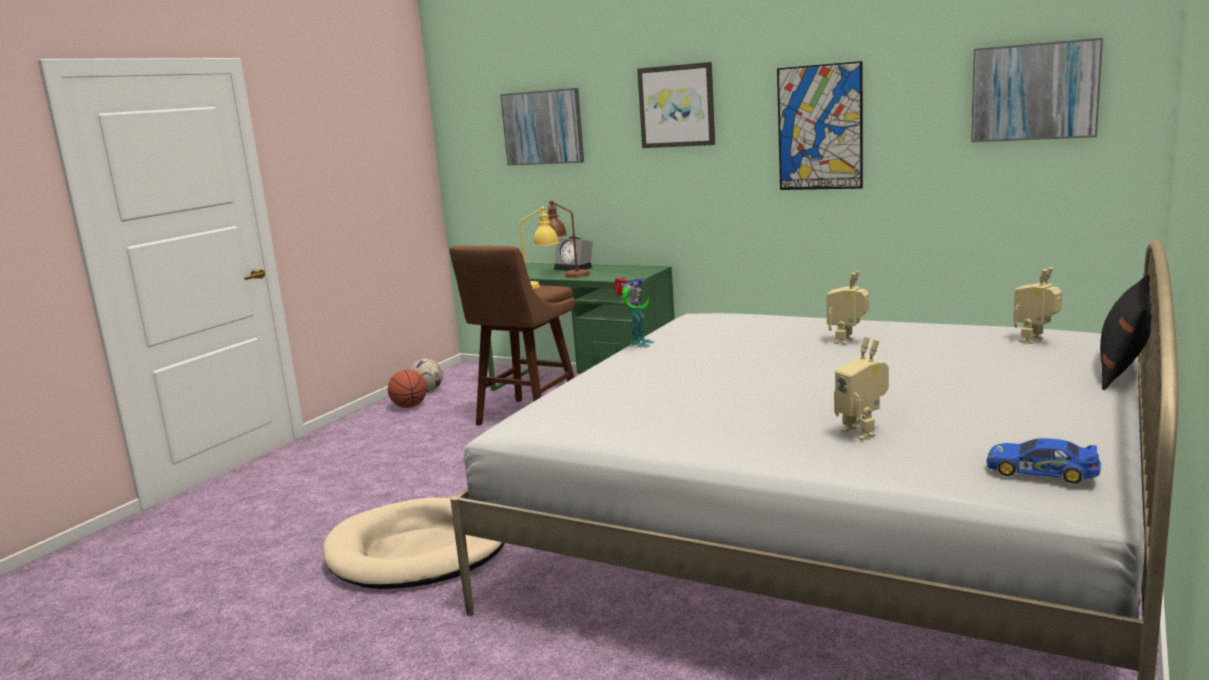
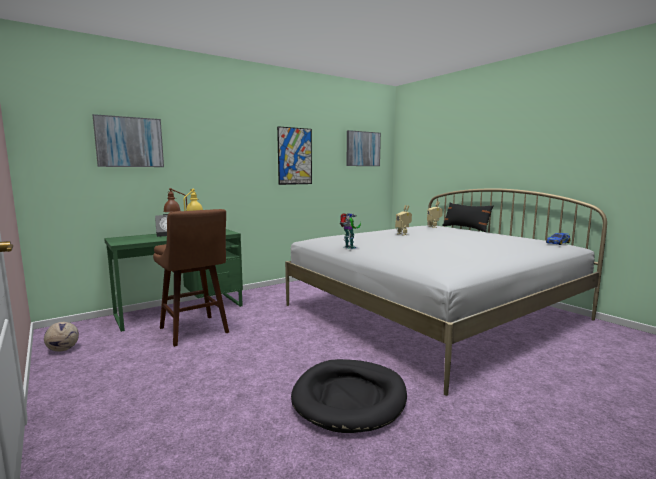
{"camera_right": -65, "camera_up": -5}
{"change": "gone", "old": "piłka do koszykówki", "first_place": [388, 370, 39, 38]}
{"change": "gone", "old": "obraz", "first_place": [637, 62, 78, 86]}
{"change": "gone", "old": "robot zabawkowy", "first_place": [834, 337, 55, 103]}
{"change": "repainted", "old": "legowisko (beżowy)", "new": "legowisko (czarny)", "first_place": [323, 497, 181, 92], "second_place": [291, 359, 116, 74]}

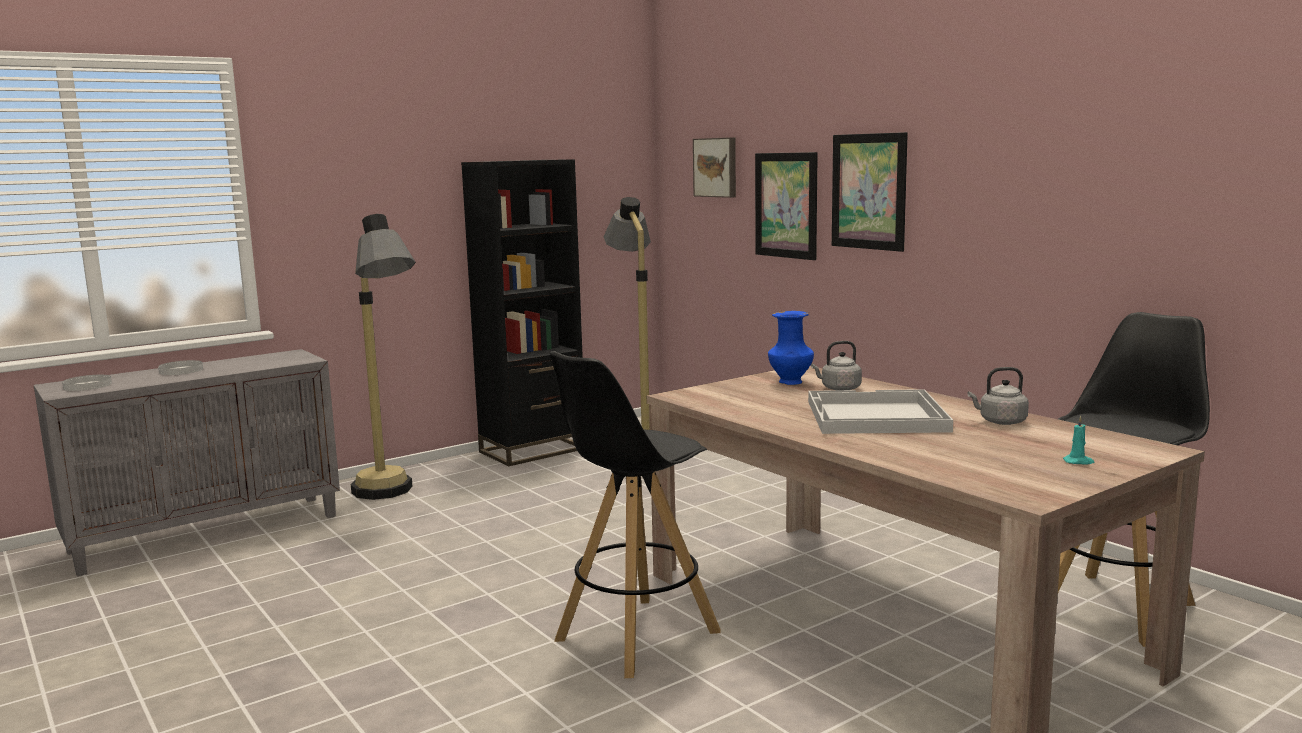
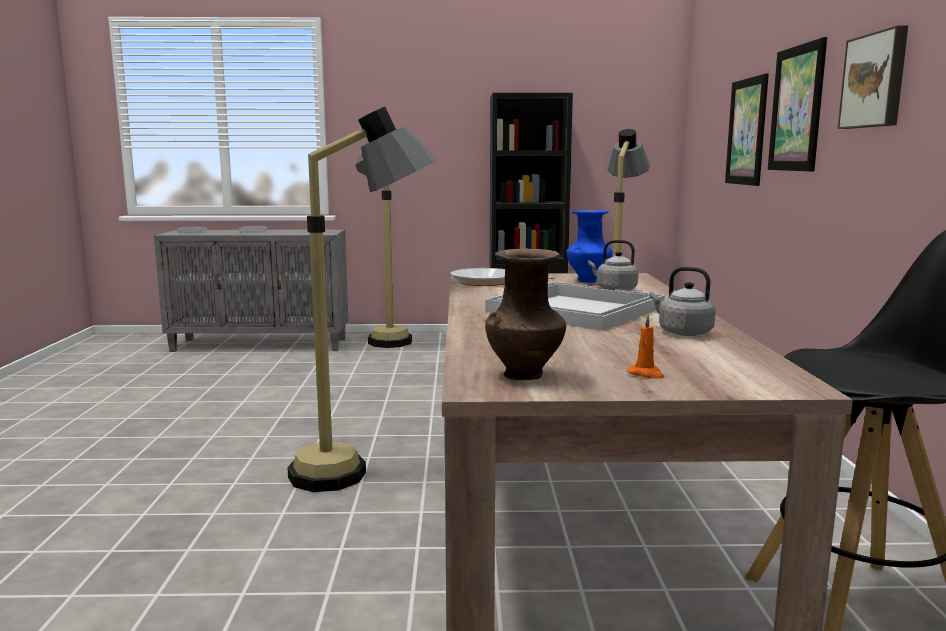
{"camera_right": 35, "camera_up": 0}
{"change": "new", "new": "patelnia", "second_place": [450, 268, 105, 18]}
{"change": "new", "new": "wazon (brązowy)", "second_place": [485, 248, 81, 132]}
{"change": "shifted", "old": "obraz", "first_place": [693, 137, 43, 61], "second_place": [838, 25, 70, 104]}
{"change": "swapped", "old": "stołek (czarny)", "new": "lampa stojąca", "first_place": [550, 351, 171, 327], "second_place": [287, 107, 150, 385]}
{"change": "repainted", "old": "świeca (turkusowy)", "new": "świeca (pomarańczowy)", "first_place": [1063, 416, 31, 49], "second_place": [627, 315, 37, 63]}

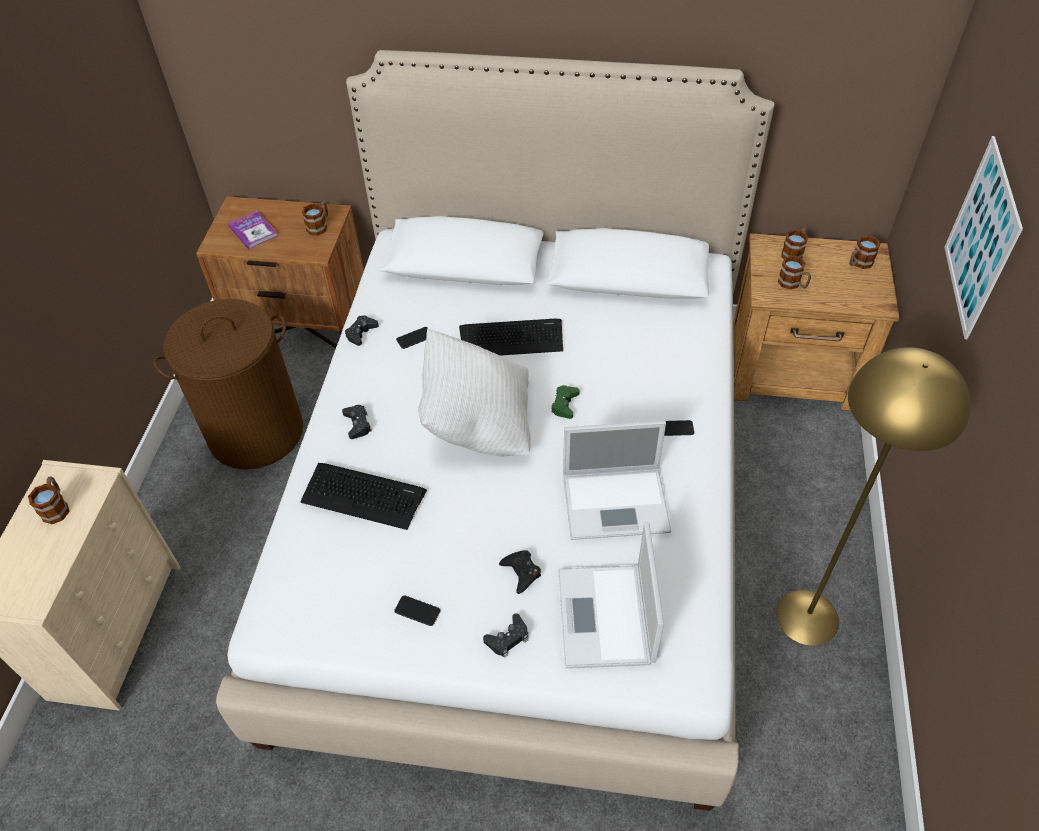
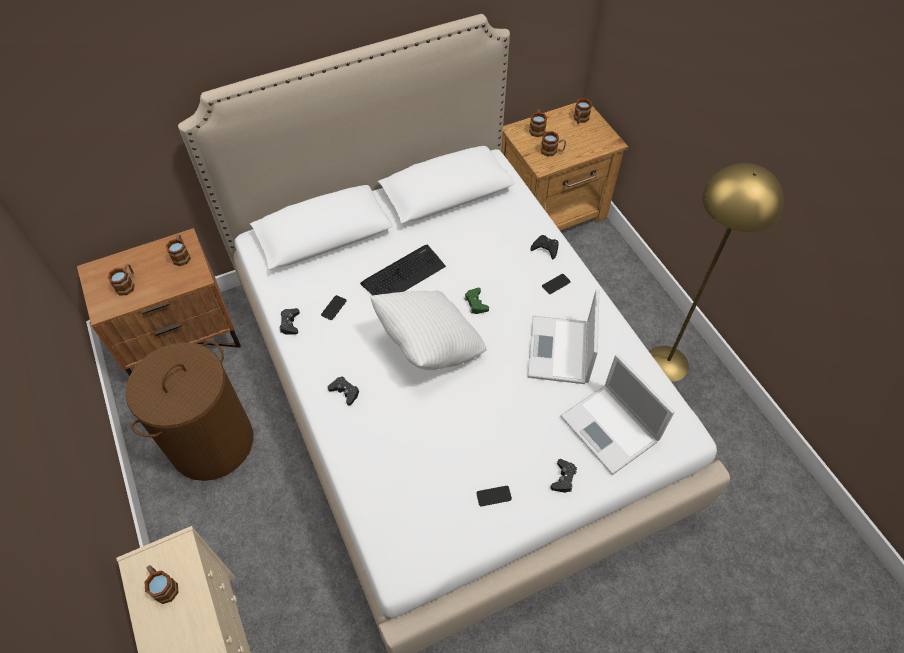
{"camera_right": -35, "camera_up": 5}
{"change": "gone", "old": "klawiatura", "first_place": [300, 463, 127, 67]}
{"change": "gone", "old": "obraz", "first_place": [944, 136, 79, 203]}
{"change": "shifted", "old": "pad do gier (czarny)", "first_place": [499, 550, 42, 44], "second_place": [530, 235, 29, 24]}
{"change": "swapped", "old": "książka", "new": "kubek", "first_place": [228, 211, 49, 39], "second_place": [107, 264, 28, 31]}
{"change": "rotated", "old": "laptop", "first_place": [563, 420, 108, 120], "second_place": [528, 289, 71, 95], "degrees": 135}

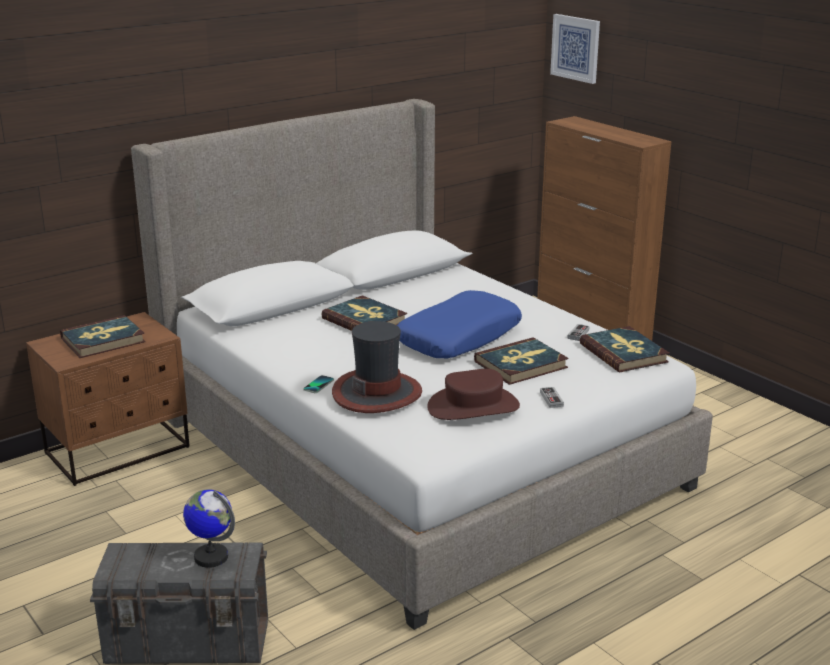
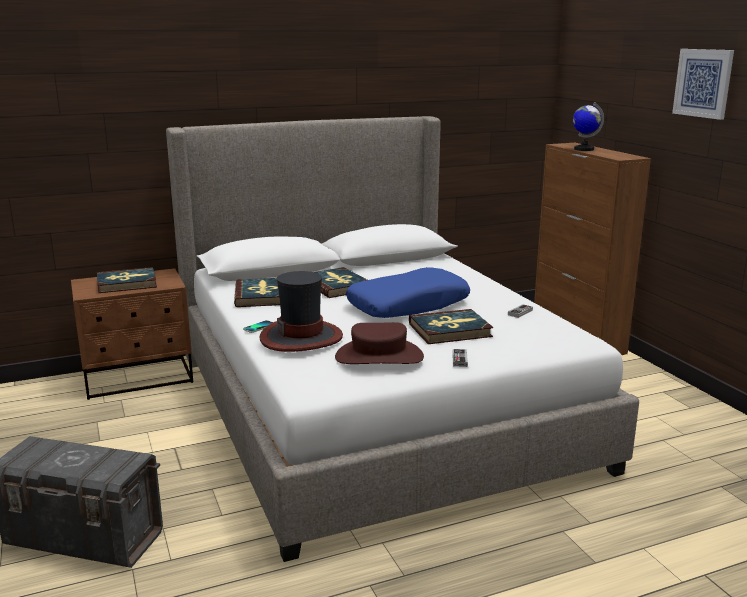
{"camera_right": 15, "camera_up": -5}
{"change": "shifted", "old": "globus", "first_place": [183, 489, 52, 79], "second_place": [573, 102, 31, 49]}
{"change": "shifted", "old": "obraz", "first_place": [550, 14, 50, 70], "second_place": [672, 49, 62, 71]}
{"change": "shifted", "old": "książka", "first_place": [580, 326, 90, 46], "second_place": [234, 278, 46, 29]}

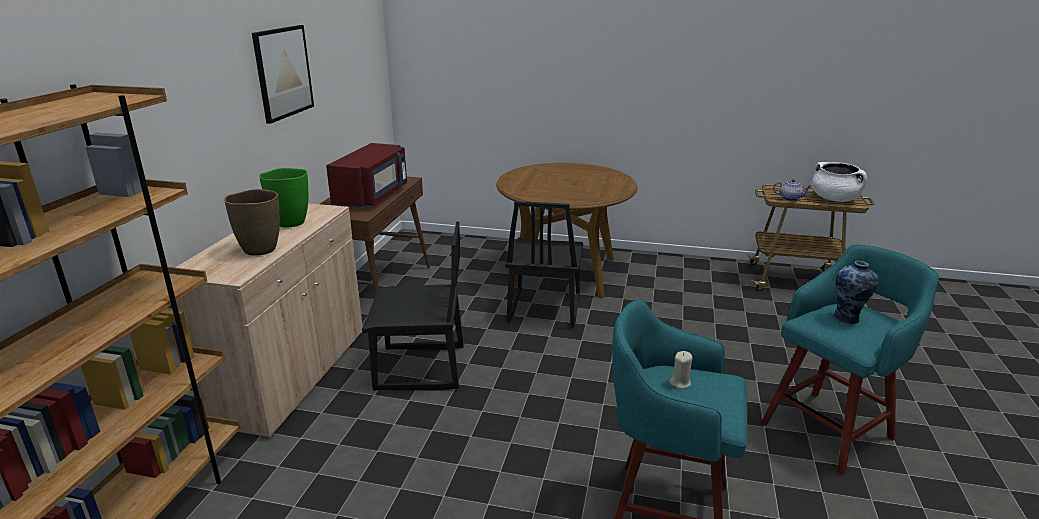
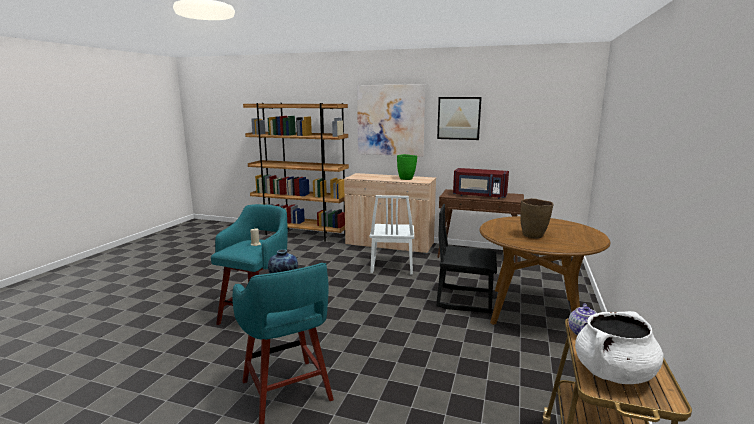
{"camera_right": 95, "camera_up": -10}
{"change": "new", "new": "obraz", "second_place": [357, 84, 68, 73]}
{"change": "shifted", "old": "wazon (brązowy)", "first_place": [224, 189, 56, 67], "second_place": [520, 198, 33, 40]}
{"change": "repainted", "old": "krzesło (czarny)", "new": "krzesło (biały)", "first_place": [362, 221, 102, 170], "second_place": [370, 195, 44, 80]}

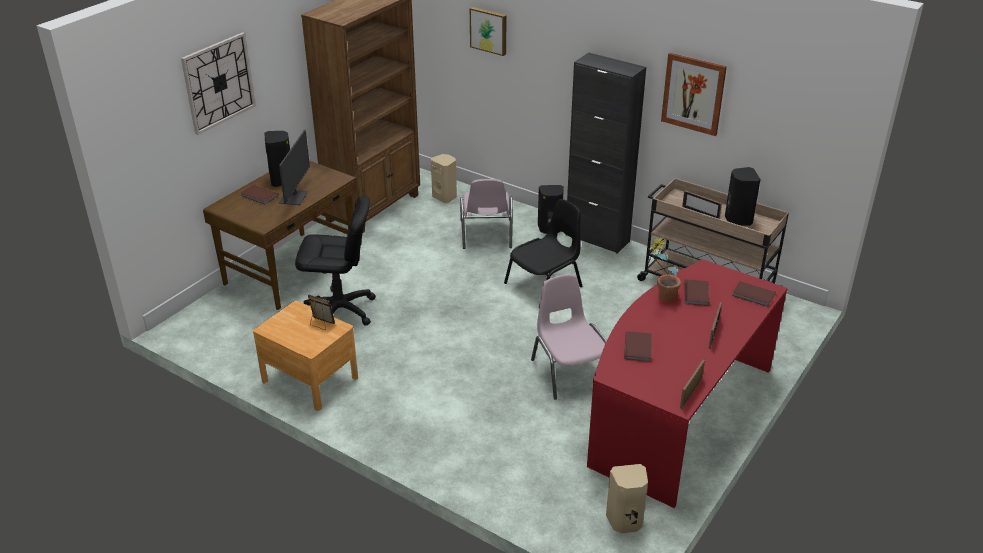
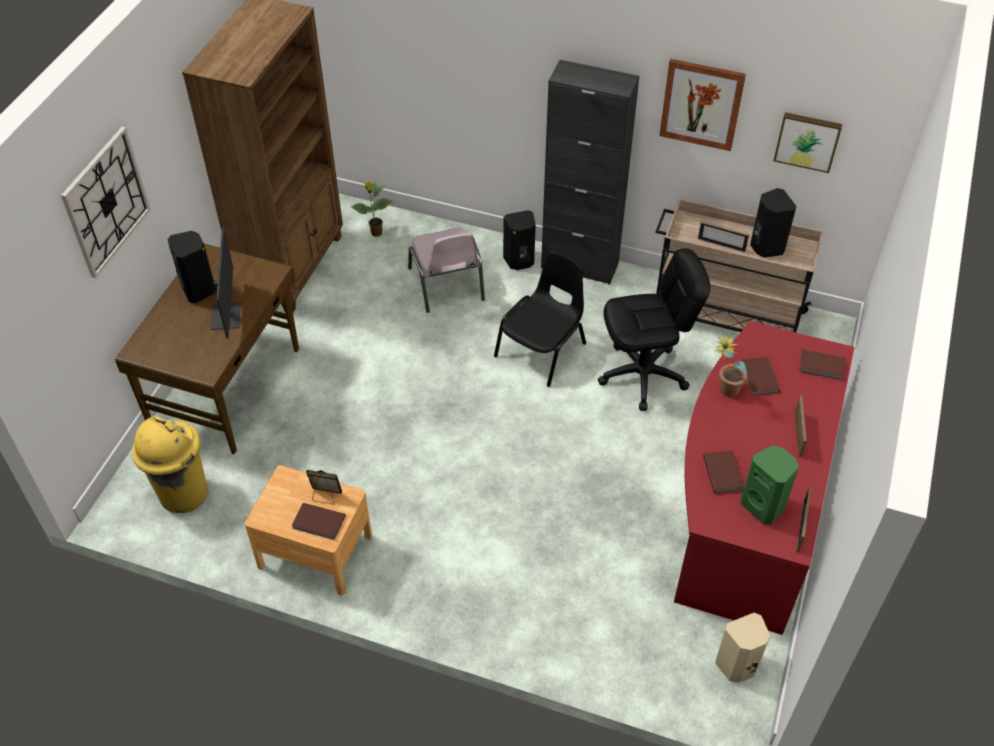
{"camera_right": -15, "camera_up": 15}
{"change": "gone", "old": "krzesło (różowy)", "first_place": [531, 274, 76, 126]}
{"change": "new", "new": "kosz na śmieci (żółty)", "second_place": [132, 416, 76, 97]}
{"change": "new", "new": "głośnik (zielony)", "second_place": [741, 445, 58, 80]}
{"change": "shifted", "old": "książka (brązowy)", "first_place": [241, 185, 38, 20], "second_place": [292, 503, 53, 37]}
{"change": "shifted", "old": "krzesło biurowe (czarny)", "first_place": [295, 196, 81, 130], "second_place": [598, 248, 112, 163]}
{"change": "shifted", "old": "obraz", "first_place": [470, 7, 37, 49], "second_place": [774, 112, 69, 61]}
{"change": "swapped", "old": "głośnik (beżowy)", "new": "roślina doniczkowa", "first_place": [431, 154, 26, 49], "second_place": [351, 182, 42, 55]}

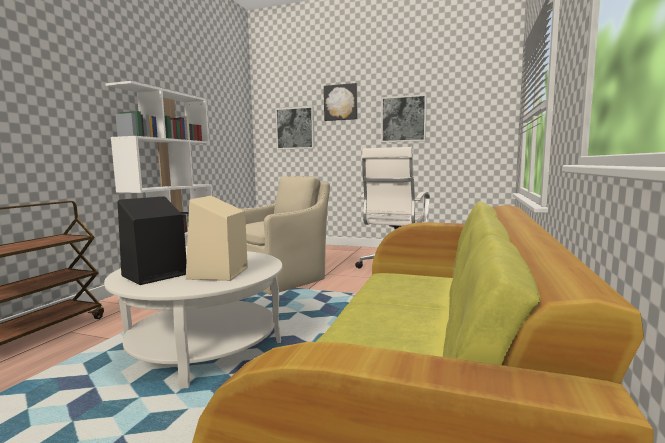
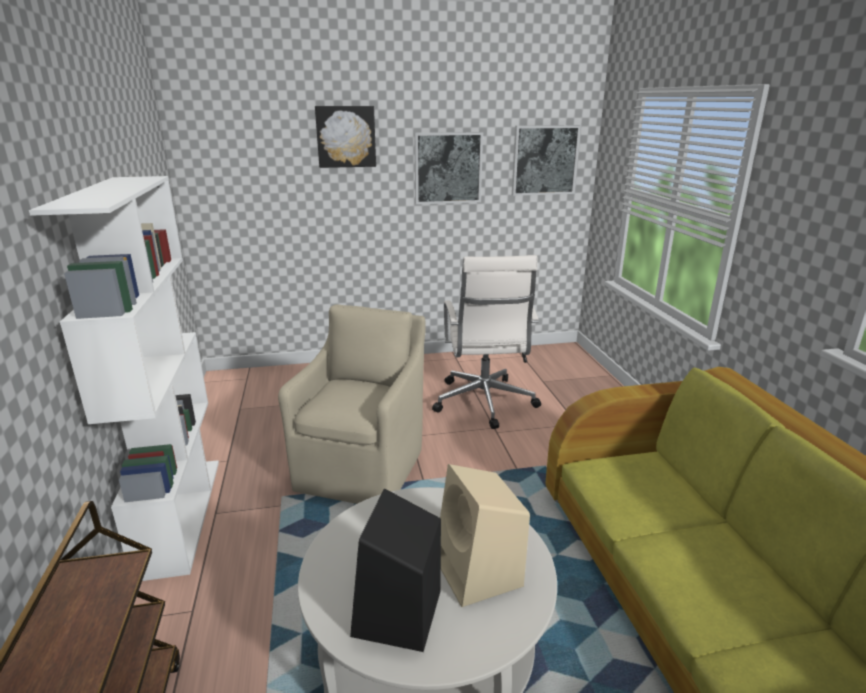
{"camera_right": -30, "camera_up": 15}
{"change": "shifted", "old": "obraz", "first_place": [275, 106, 40, 44], "second_place": [512, 125, 69, 71]}

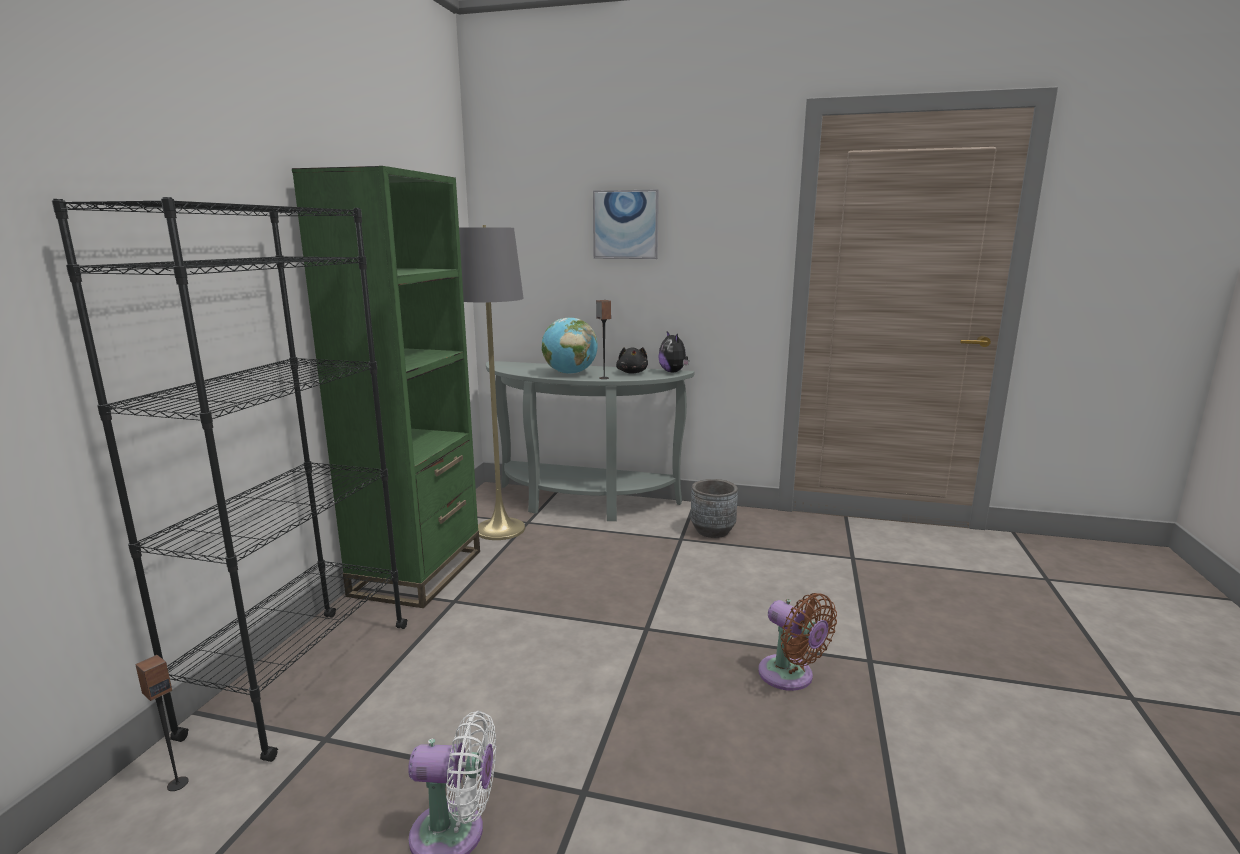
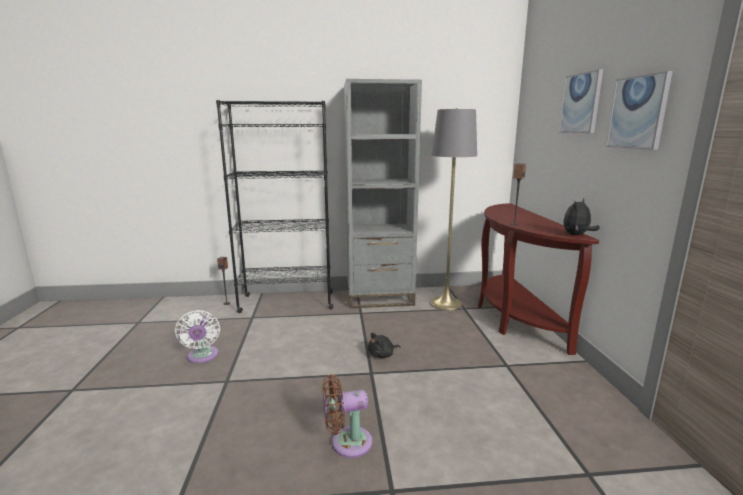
{"camera_right": 70, "camera_up": 0}
{"change": "gone", "old": "globus", "first_place": [542, 318, 56, 56]}
{"change": "gone", "old": "donica (szary)", "first_place": [691, 479, 47, 59]}
{"change": "new", "new": "obraz", "second_place": [606, 71, 67, 79]}
{"change": "shifted", "old": "pluszak (czarny)", "first_place": [616, 347, 32, 27], "second_place": [368, 332, 32, 26]}
{"change": "repainted", "old": "regał (zielony)", "new": "regał (szary)", "first_place": [292, 166, 188, 442], "second_place": [344, 79, 78, 229]}
{"change": "repainted", "old": "stolik konsolowy (szary)", "new": "stolik konsolowy (brązowy)", "first_place": [486, 361, 209, 160], "second_place": [478, 203, 121, 152]}
{"change": "rotated", "old": "wentylator (brązowy)", "first_place": [758, 593, 79, 98], "second_place": [323, 375, 49, 83], "degrees": 45}

